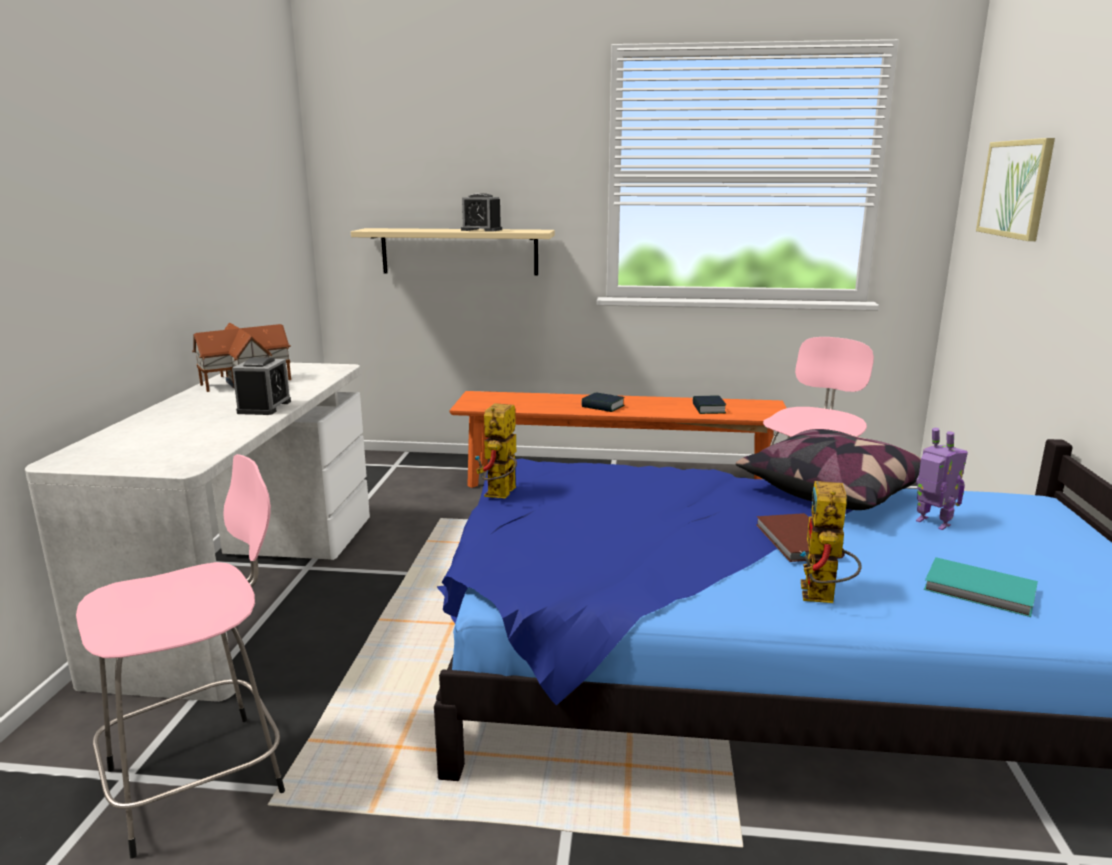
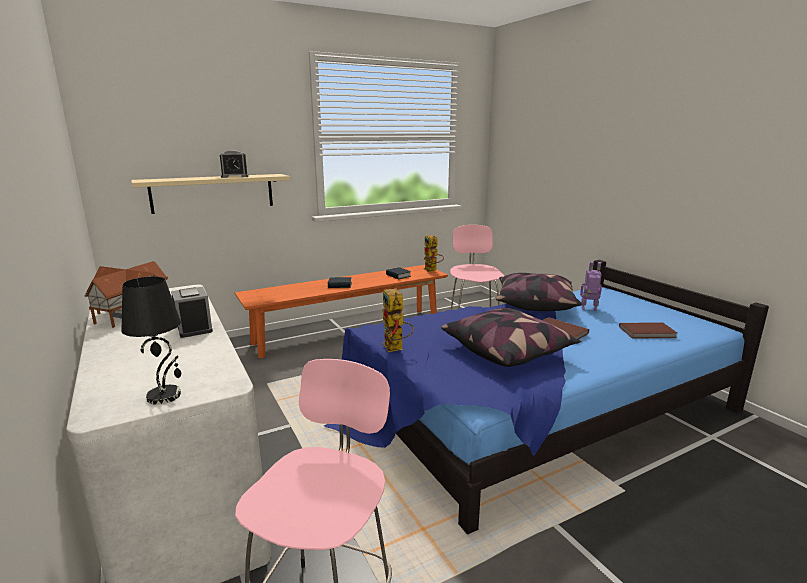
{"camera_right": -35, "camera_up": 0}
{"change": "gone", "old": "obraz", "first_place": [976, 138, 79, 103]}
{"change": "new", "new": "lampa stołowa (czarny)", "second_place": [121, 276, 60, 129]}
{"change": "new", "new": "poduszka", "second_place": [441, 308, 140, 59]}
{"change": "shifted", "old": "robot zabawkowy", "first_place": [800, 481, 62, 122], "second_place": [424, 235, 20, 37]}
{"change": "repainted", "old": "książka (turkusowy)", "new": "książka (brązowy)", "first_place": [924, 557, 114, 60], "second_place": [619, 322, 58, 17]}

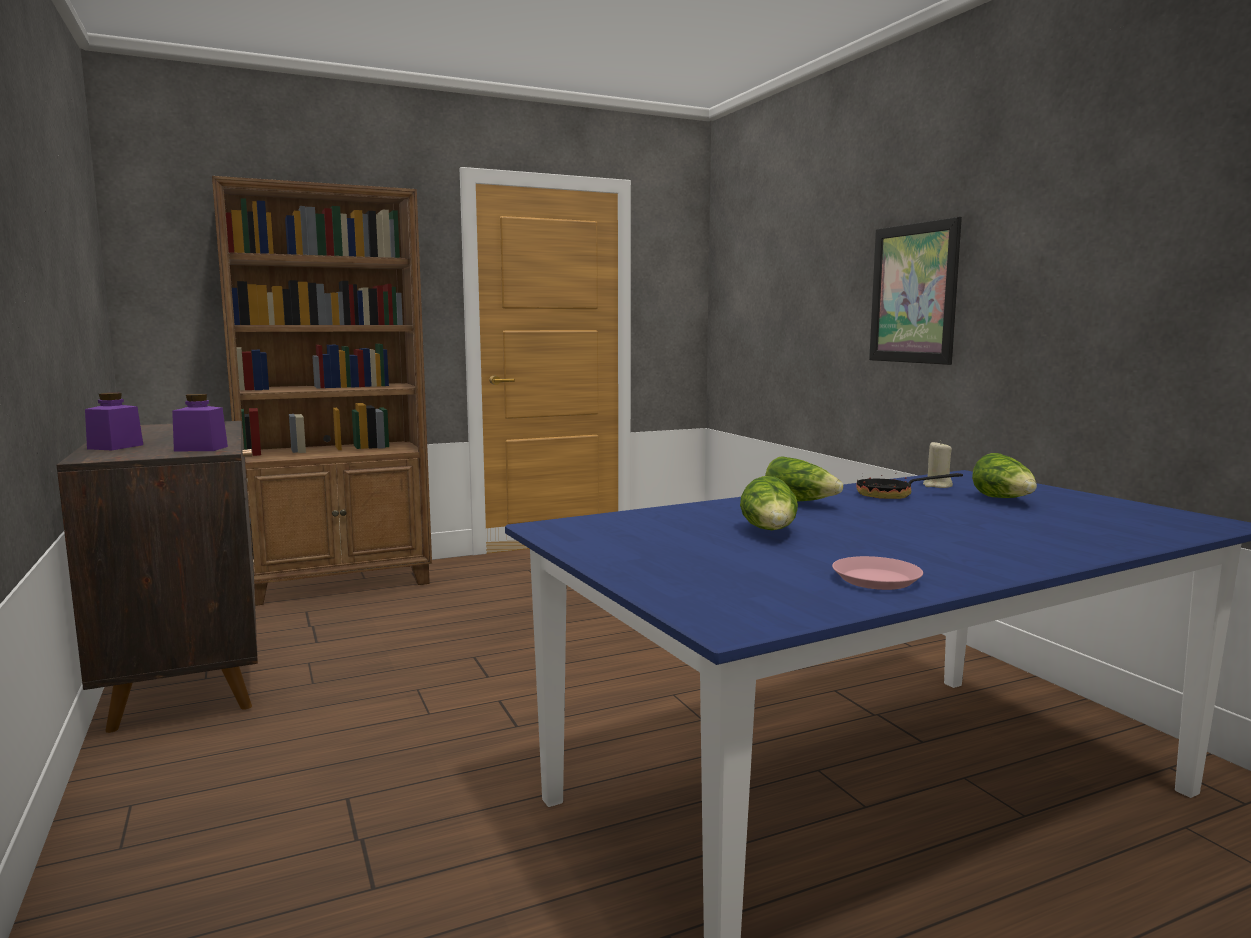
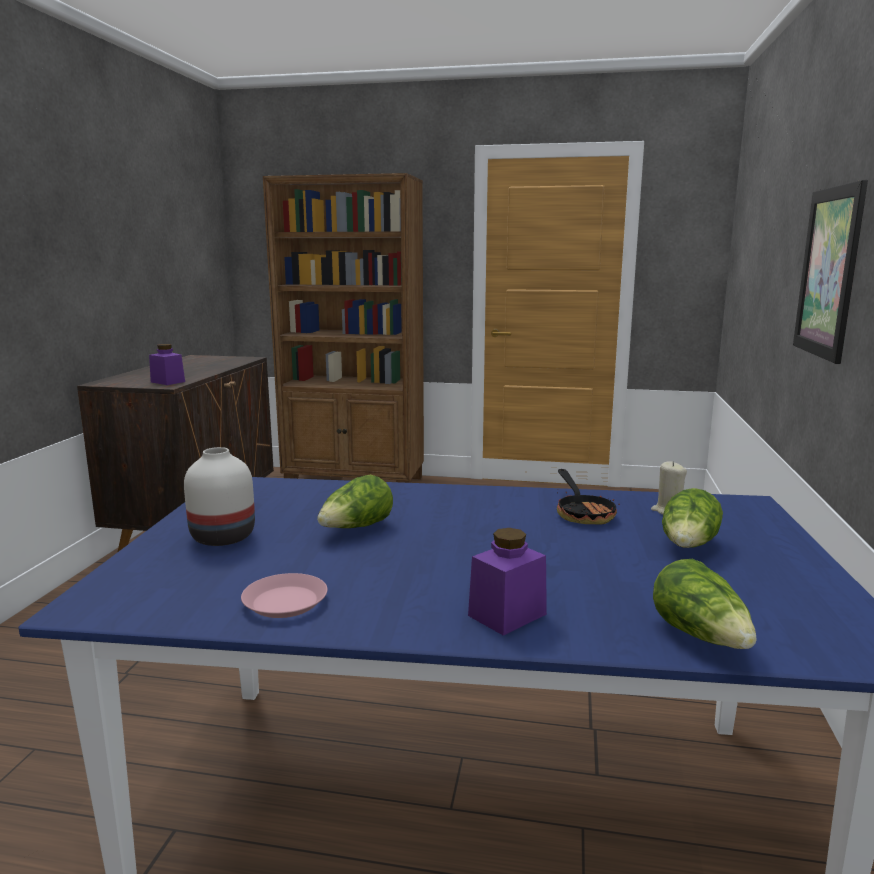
{"camera_right": 35, "camera_up": 5}
{"change": "new", "new": "wazon (biały)", "second_place": [184, 447, 71, 99]}
{"change": "shifted", "old": "słoik (fioletowy)", "first_place": [85, 393, 58, 57], "second_place": [468, 528, 79, 108]}
{"change": "shifted", "old": "sałata", "first_place": [765, 456, 78, 46], "second_place": [653, 559, 103, 90]}
{"change": "rotated", "old": "patelnia", "first_place": [856, 473, 107, 26], "second_place": [557, 469, 63, 55], "degrees": -135}

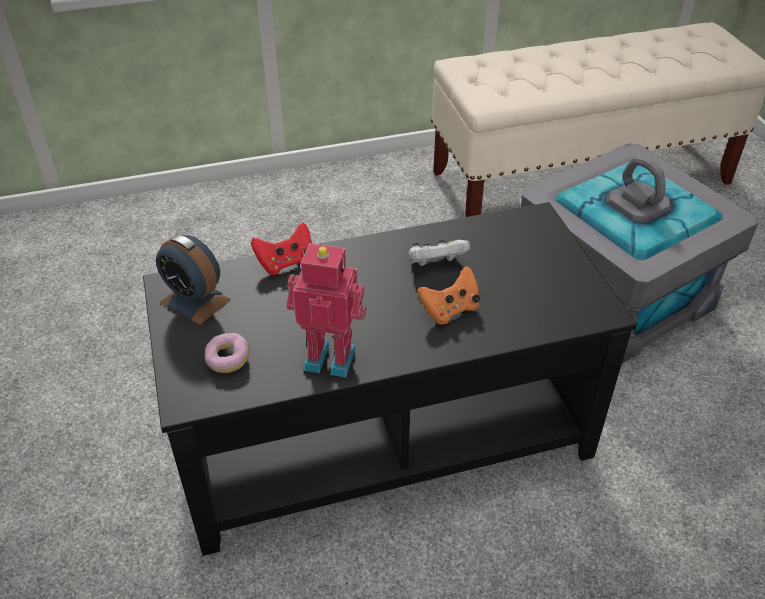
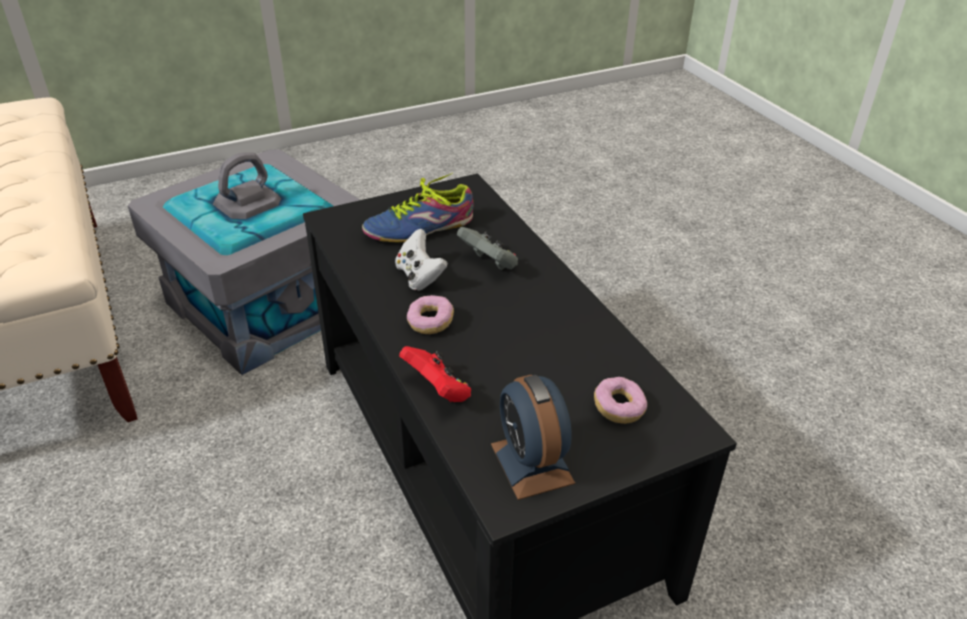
{"camera_right": -100, "camera_up": -5}
{"change": "gone", "old": "robot zabawkowy", "first_place": [286, 243, 80, 134]}
{"change": "new", "new": "but", "second_place": [362, 173, 112, 70]}
{"change": "new", "new": "donut", "second_place": [407, 295, 47, 39]}
{"change": "repainted", "old": "pad do gier (pomarańczowy)", "new": "pad do gier (szary)", "first_place": [417, 266, 63, 59], "second_place": [457, 227, 61, 43]}
{"change": "rotated", "old": "budzik", "first_place": [156, 235, 75, 90], "second_place": [491, 375, 84, 125], "degrees": 135}

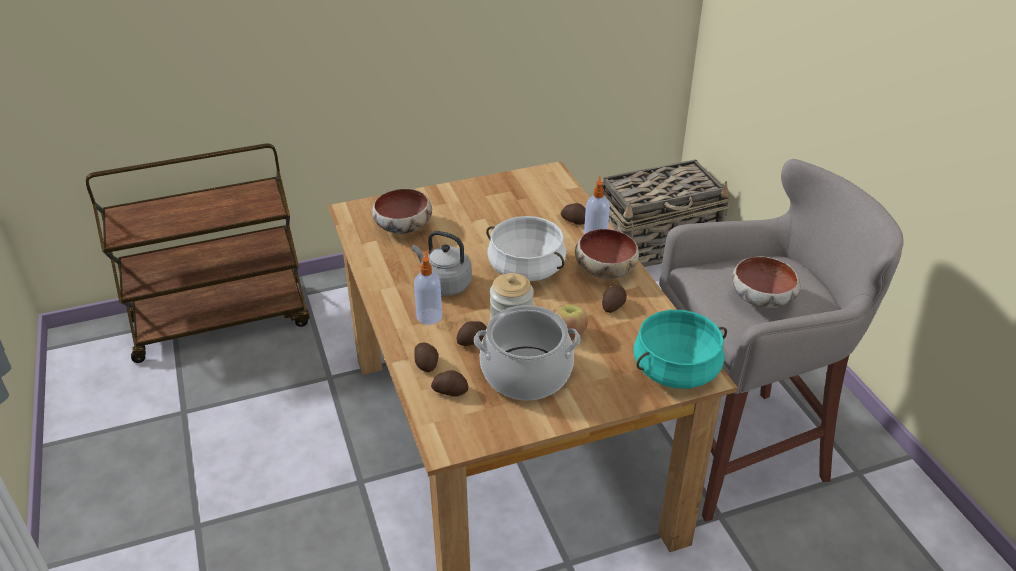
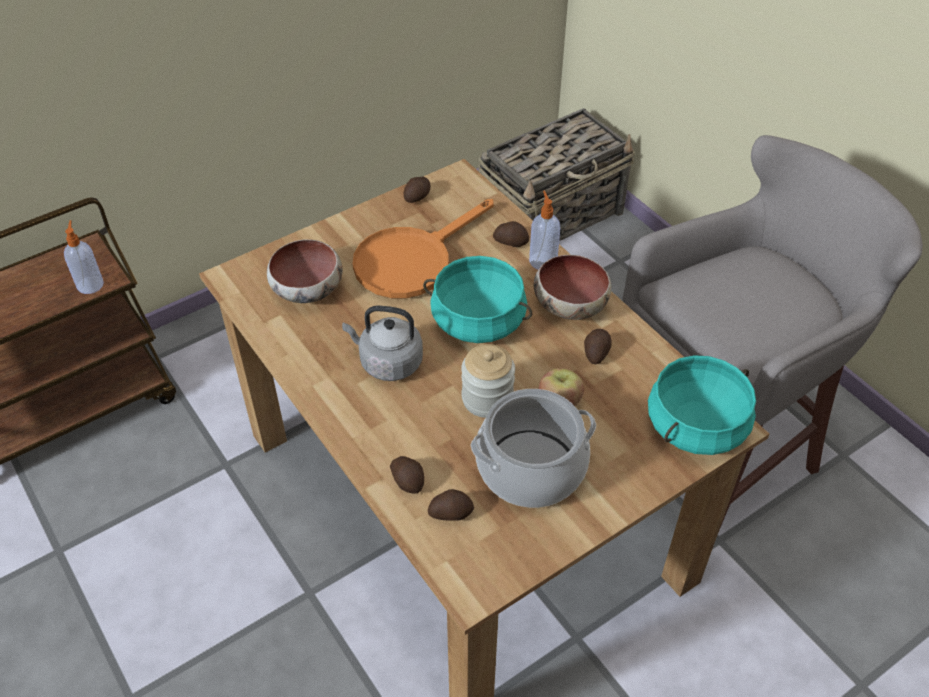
{"camera_right": -15, "camera_up": 10}
{"change": "gone", "old": "miska", "first_place": [732, 256, 68, 52]}
{"change": "new", "new": "patelnia (pomarańczowy)", "second_place": [353, 199, 141, 99]}
{"change": "shifted", "old": "dozownik mydła", "first_place": [414, 250, 28, 75], "second_place": [64, 220, 40, 74]}
{"change": "shifted", "old": "ziemniak", "first_place": [457, 321, 30, 25], "second_place": [404, 177, 26, 26]}
{"change": "repainted", "old": "garnek (biały)", "new": "garnek (turkusowy)", "first_place": [486, 216, 80, 65], "second_place": [423, 256, 109, 87]}

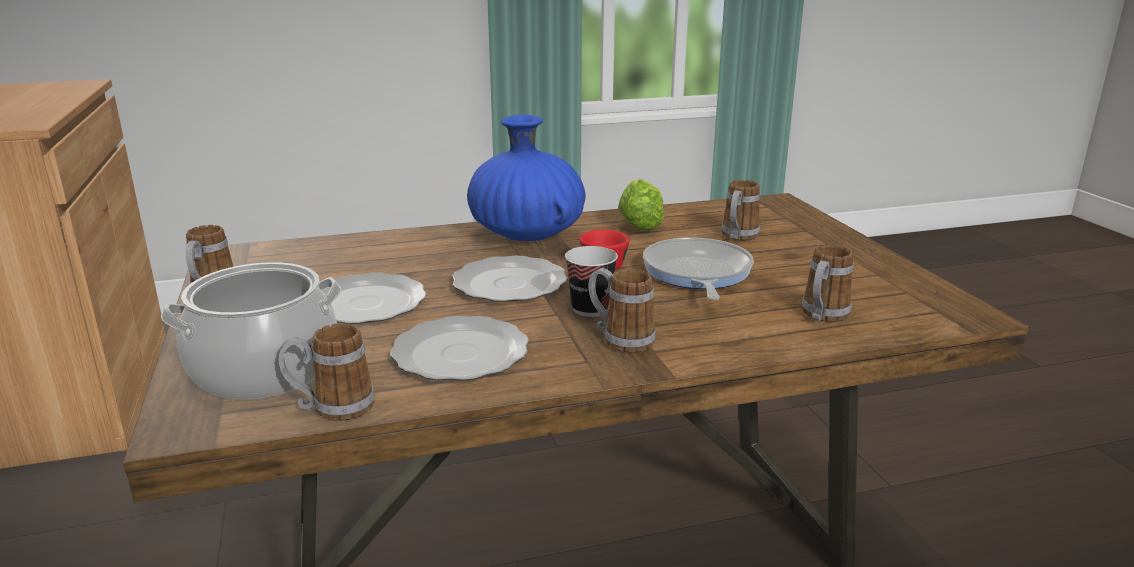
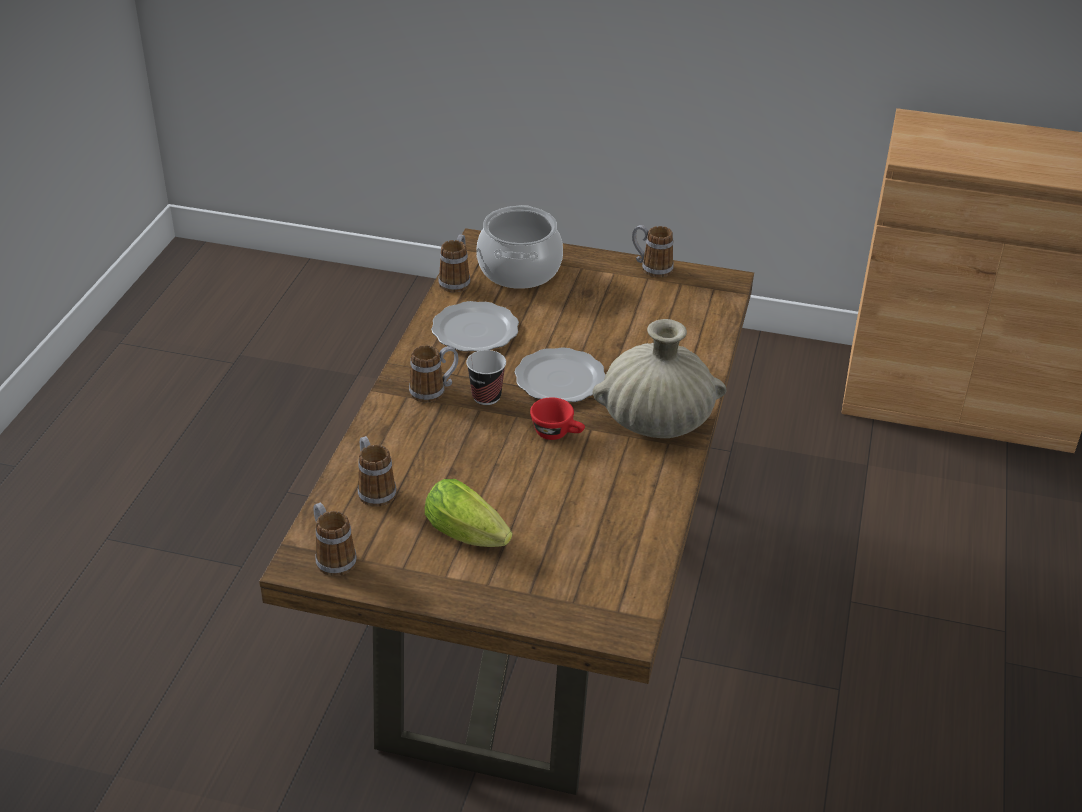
{"camera_right": 120, "camera_up": 15}
{"change": "gone", "old": "talerz", "first_place": [322, 273, 105, 51]}
{"change": "gone", "old": "patelnia", "first_place": [643, 237, 111, 63]}
{"change": "shifted", "old": "sałata", "first_place": [618, 179, 47, 52], "second_place": [425, 479, 87, 68]}
{"change": "shifted", "old": "kubek", "first_place": [721, 180, 39, 61], "second_place": [313, 503, 44, 73]}
{"change": "repainted", "old": "wazon (niebieski)", "new": "wazon (beżowy)", "first_place": [467, 115, 118, 126], "second_place": [592, 319, 134, 119]}

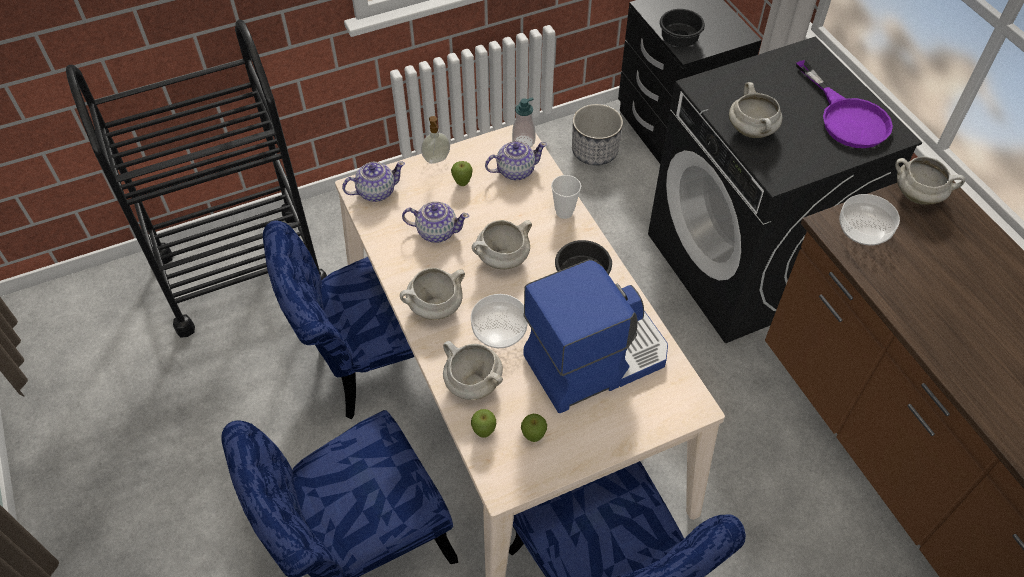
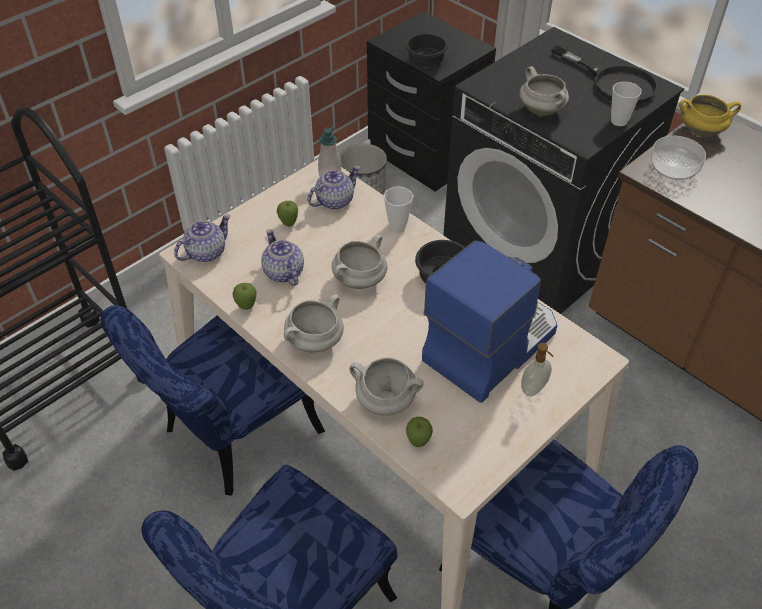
{"camera_right": -20, "camera_up": -5}
{"change": "gone", "old": "miska", "first_place": [471, 294, 57, 54]}
{"change": "new", "new": "filiżanka", "second_place": [611, 82, 31, 44]}
{"change": "shifted", "old": "dozownik mydła", "first_place": [421, 116, 29, 48], "second_place": [521, 343, 32, 54]}
{"change": "shifted", "old": "jabłko", "first_place": [521, 414, 26, 28], "second_place": [233, 283, 24, 27]}
{"change": "repainted", "old": "patelnia (fioletowy)", "new": "patelnia (czarny)", "first_place": [796, 60, 97, 88], "second_place": [551, 45, 107, 59]}
{"change": "repainted", "old": "garnek (biały)", "new": "garnek (żółty)", "first_place": [895, 156, 70, 49], "second_place": [679, 95, 62, 42]}
{"change": "rotated", "old": "imbryk", "first_place": [402, 201, 67, 42], "second_place": [261, 229, 43, 57], "degrees": -105}

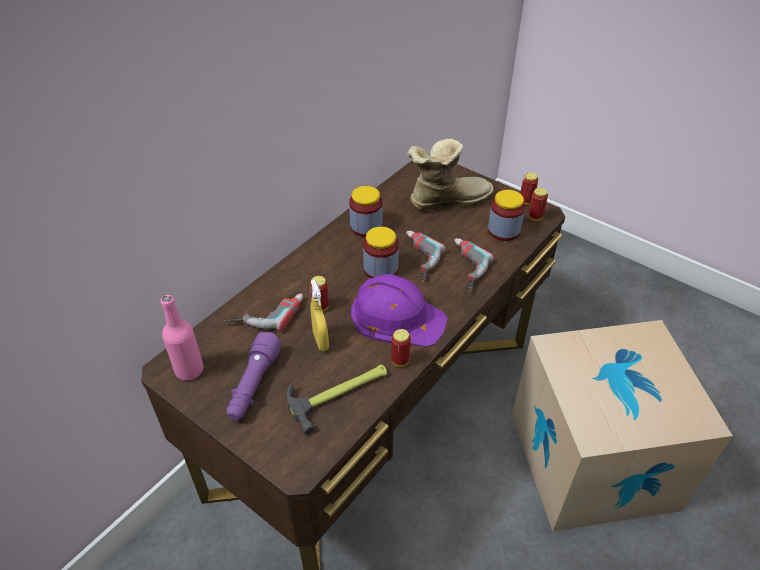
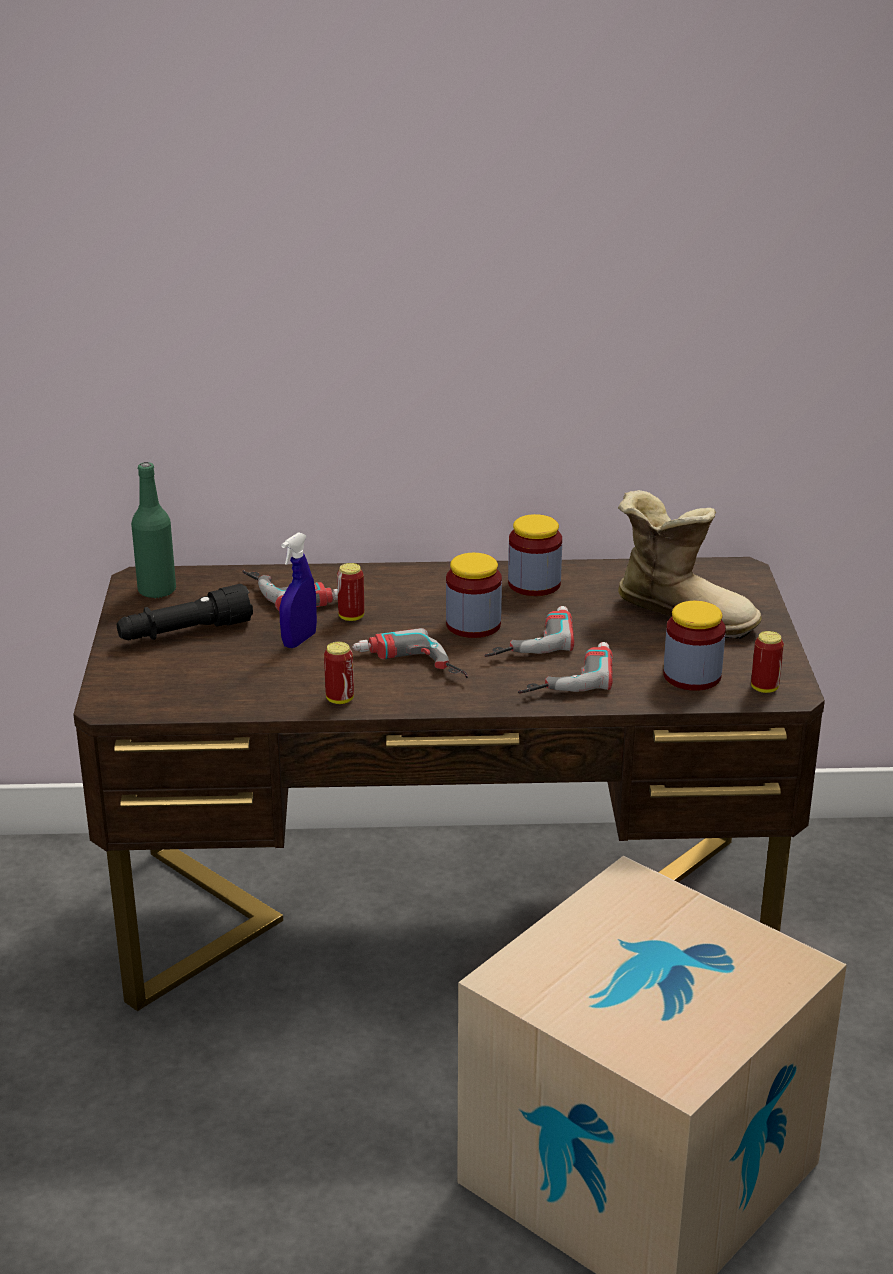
{"camera_right": 50, "camera_up": -15}
{"change": "gone", "old": "młotek", "first_place": [287, 364, 100, 71]}
{"change": "gone", "old": "puszka", "first_place": [520, 172, 18, 33]}
{"change": "swapped", "old": "kask (fioletowy)", "new": "wiertarka", "first_place": [351, 274, 97, 73], "second_place": [352, 628, 116, 50]}
{"change": "repainted", "old": "butelka (różowy)", "new": "butelka (zielony)", "first_place": [160, 295, 44, 85], "second_place": [131, 462, 45, 137]}
{"change": "repainted", "old": "latarka (fioletowy)", "new": "latarka (czarny)", "first_place": [226, 332, 56, 89], "second_place": [117, 584, 136, 56]}
{"change": "repainted", "old": "spryskiwacz (żółty)", "new": "spryskiwacz (niebieski)", "first_place": [310, 280, 19, 71], "second_place": [280, 532, 37, 116]}

